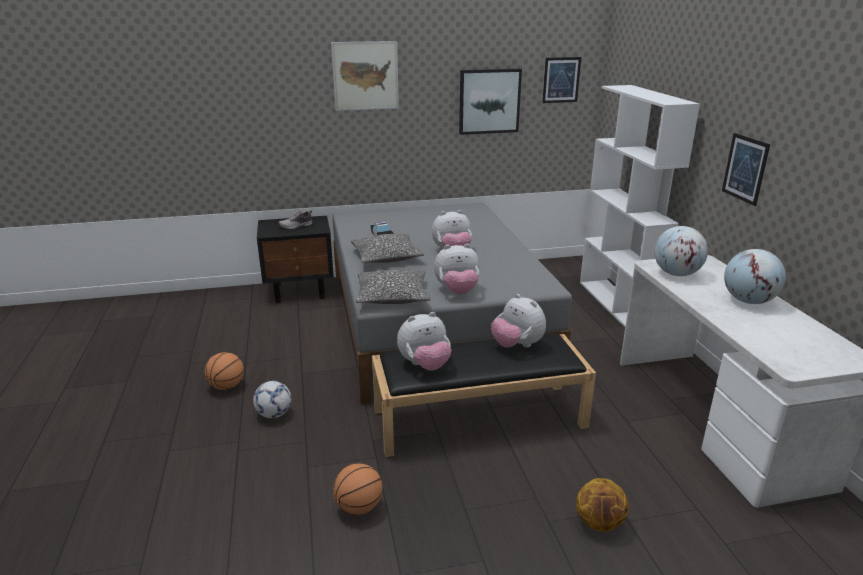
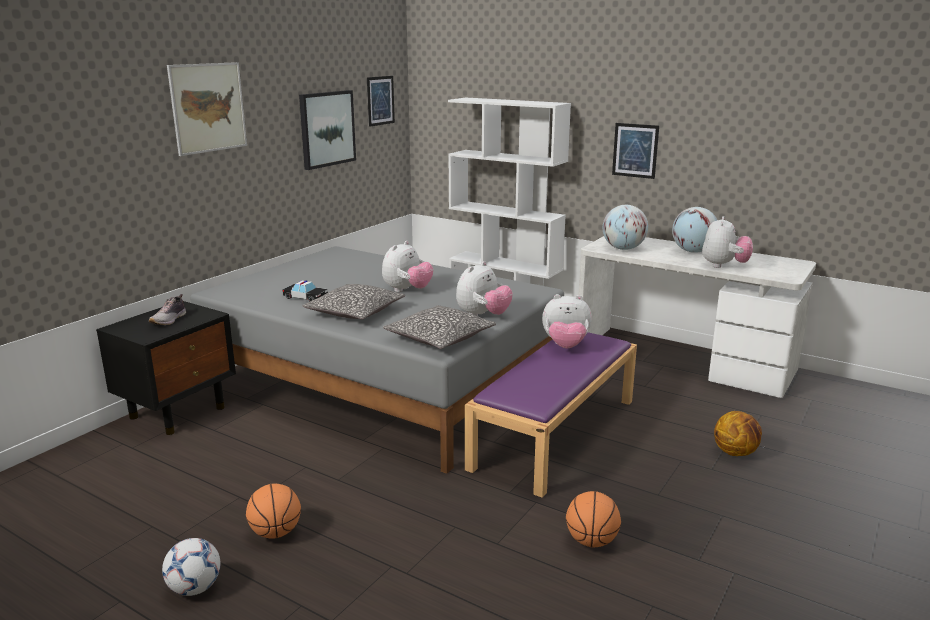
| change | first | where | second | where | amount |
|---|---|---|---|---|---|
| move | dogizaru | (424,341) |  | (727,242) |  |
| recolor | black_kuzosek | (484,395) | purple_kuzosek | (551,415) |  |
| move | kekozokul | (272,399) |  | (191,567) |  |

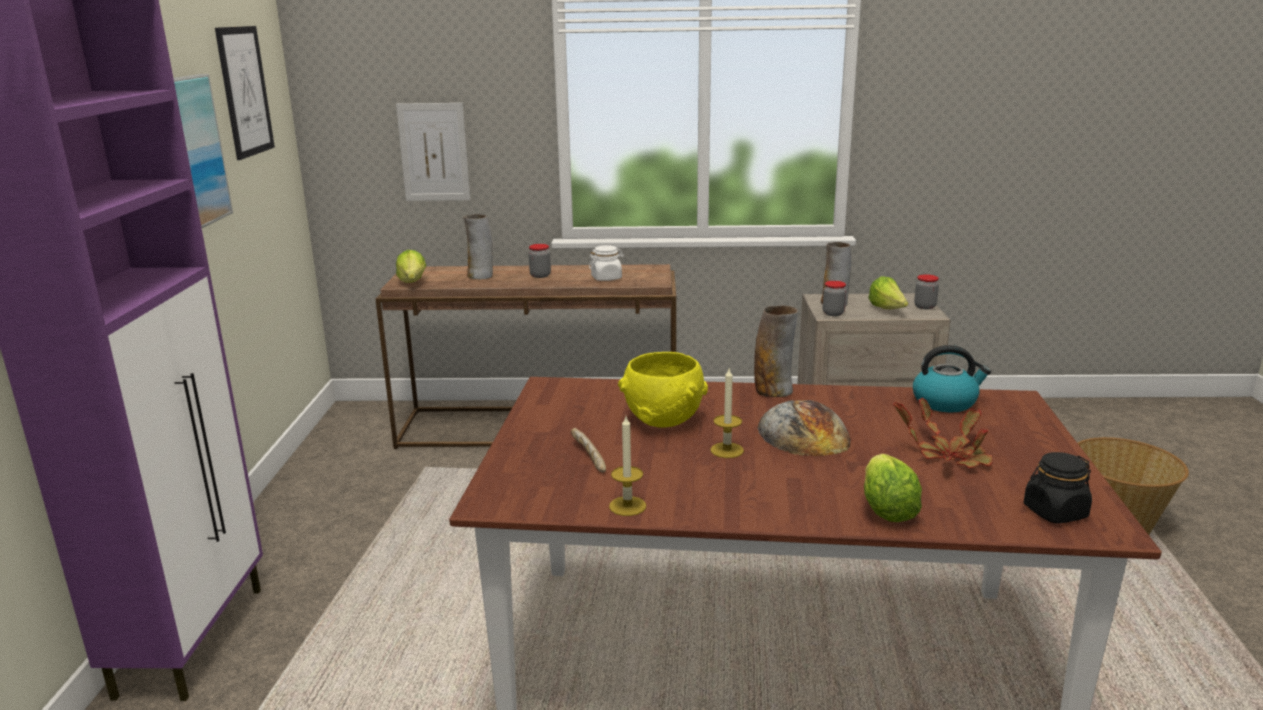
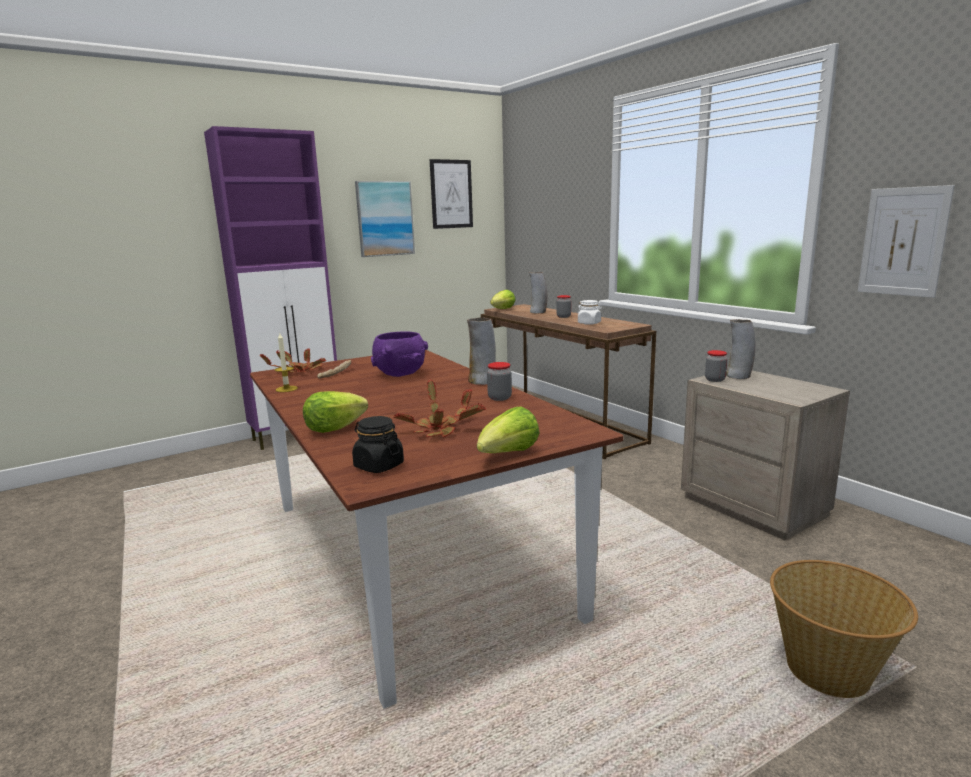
| change | first | where | second | where | amount |
|---|---|---|---|---|---|
| move | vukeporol | (433,152) |  | (906,241) |  |
| move | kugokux | (926,291) |  | (499,381) |  |
| move | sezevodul | (888,292) |  | (508,430) |  |
| delete | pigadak | (952,378) |  |  |  |
| recolor | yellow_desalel | (663,390) | purple_desalel | (399,354) |  |
| delete | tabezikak | (727,413) |  |  |  |
| delete | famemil | (804,428) |  |  |  |
| insert |  |  | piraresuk | (293,360) |  |

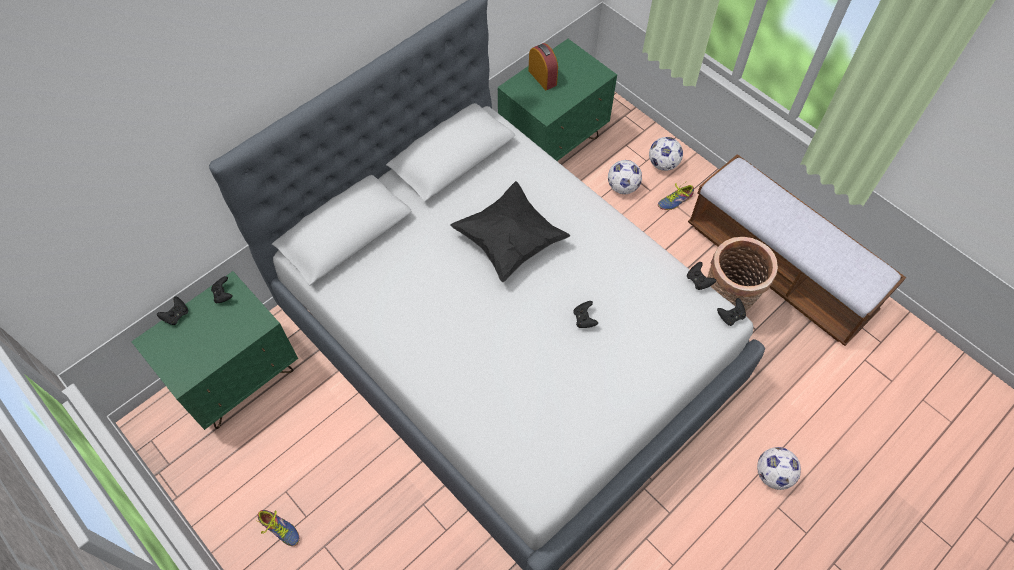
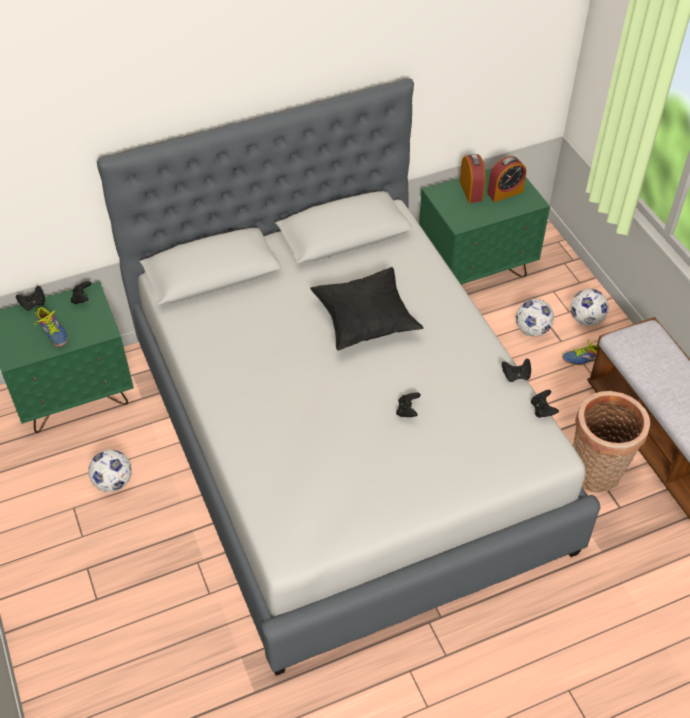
| change | first | where | second | where | amount |
|---|---|---|---|---|---|
| move | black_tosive | (731,312) |  | (516,370) |  |
| move | kekozokul | (779,468) |  | (110,471) |  |
| move | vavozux | (277,528) |  | (50,327) |  |
| insert |  |  | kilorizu | (506,179) |  |

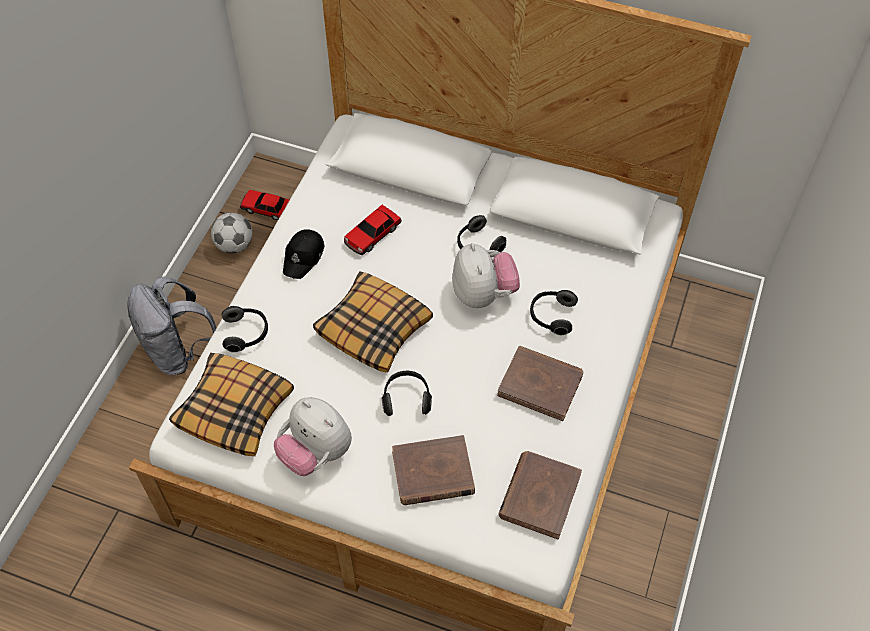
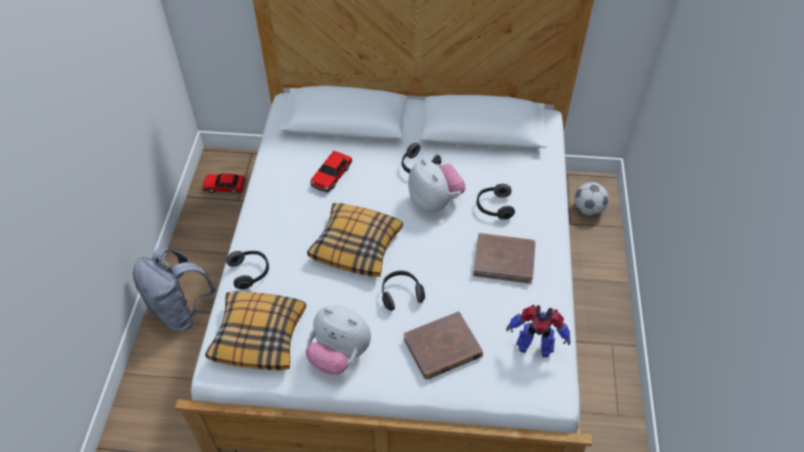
| change | first | where | second | where | amount |
|---|---|---|---|---|---|
| move | kekozokul | (232,233) |  | (591,199) |  |
| delete | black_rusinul | (303,254) |  |  |  |
| replace | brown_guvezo | (540,495) | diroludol | (538,331) |  |

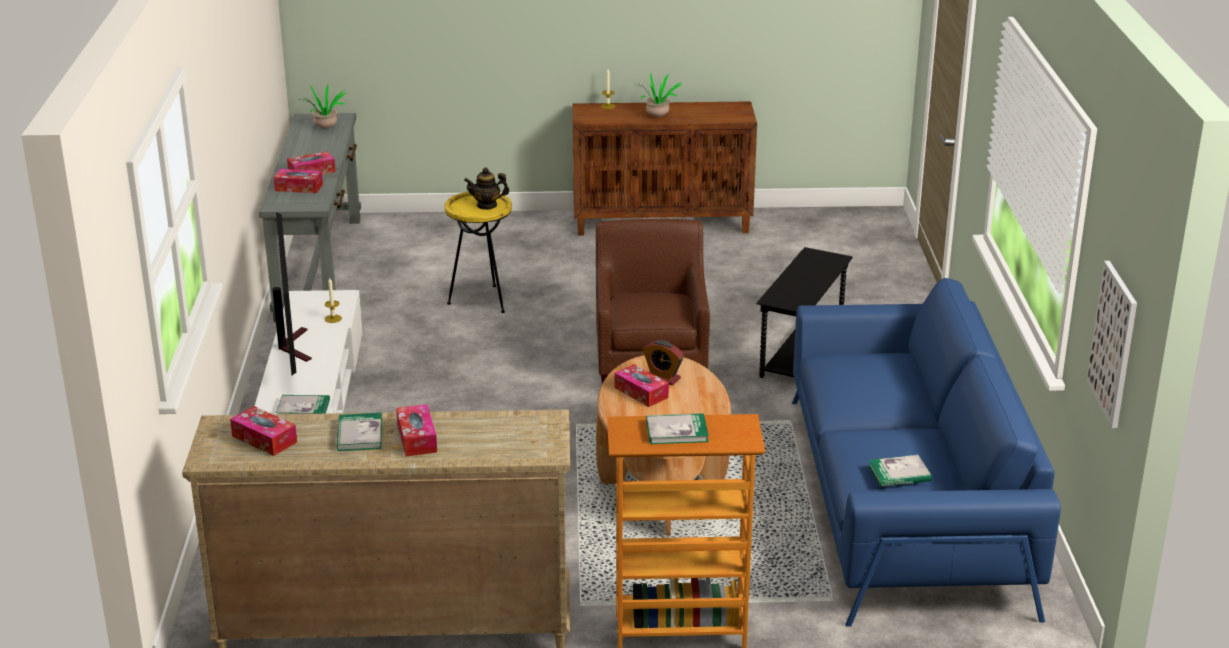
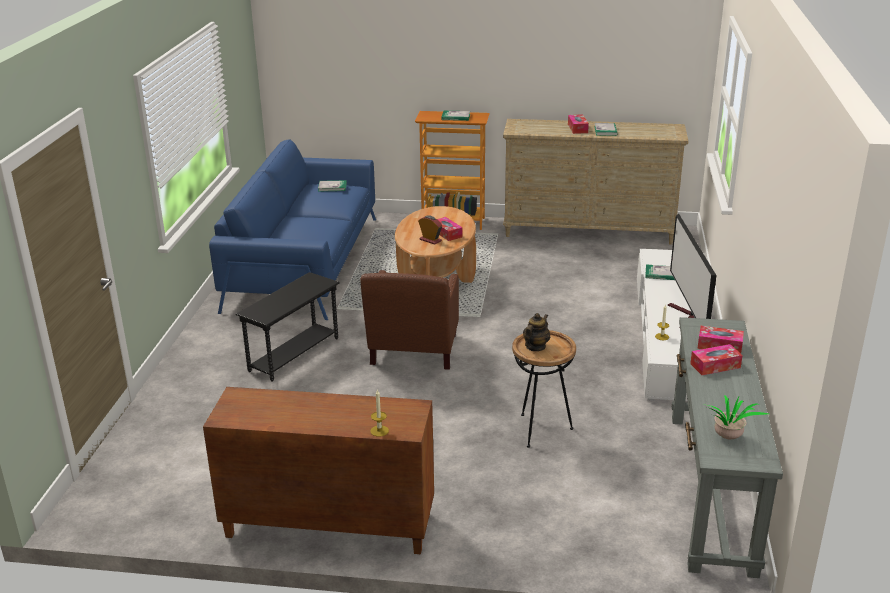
| change | first | where | second | where | amount |
|---|---|---|---|---|---|
| delete | piraresuk | (659,94) |  |  |  |
| rotate | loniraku | (486,189) |  | (536,332) | 60 degrees counterclockwise |
| recolor | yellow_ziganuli | (478,252) | brown_ziganuli | (544,389) |  |
| delete | vukeporol | (1111,344) |  |  |  |
| delete | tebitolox | (263,431) |  |  |  |

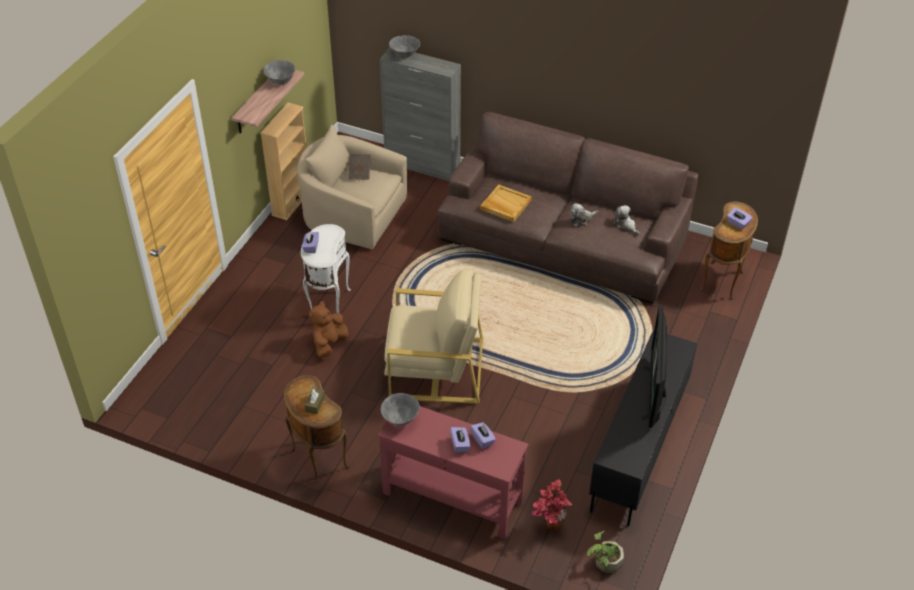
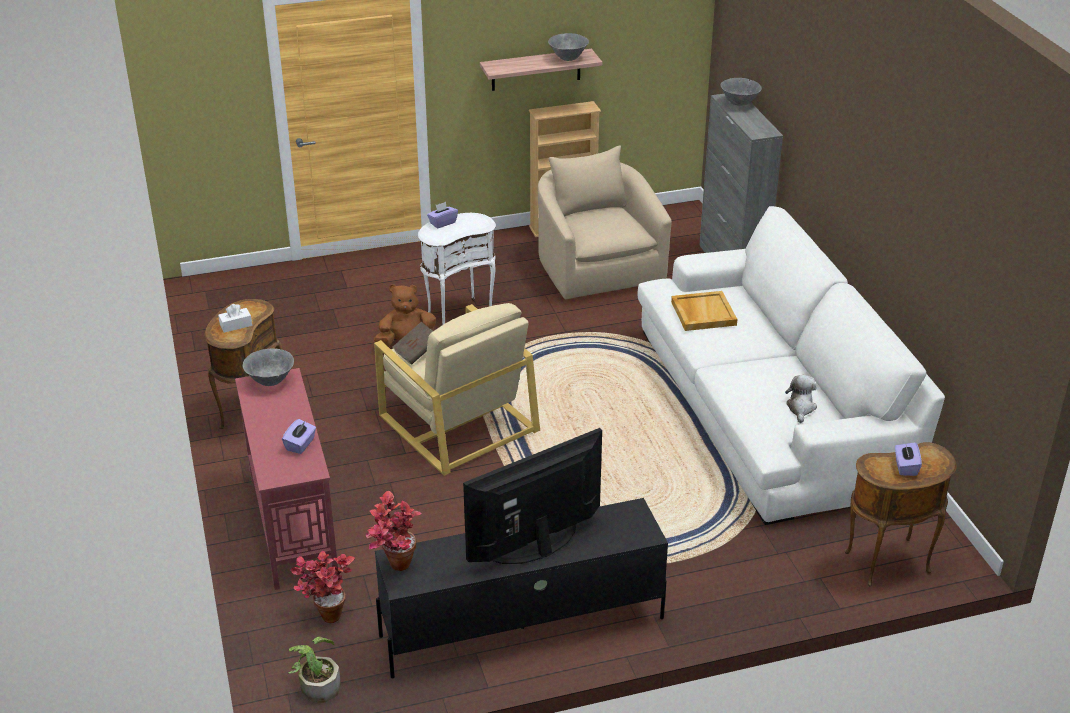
| change | first | where | second | where | amount |
|---|---|---|---|---|---|
| recolor | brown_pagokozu | (568,208) | white_pagokozu | (791,365) |  |
| move | brown_guvezo | (359,167) |  | (413,343) |  |
| delete | dogizaru | (584,215) |  |  |  |
| recolor | brown_tebitolox | (315,401) | white_tebitolox | (235,318) |  |
| delete | purple_tebitolox | (460,440) |  |  |  |
| insert |  |  | piraresuk | (394,531) |  |

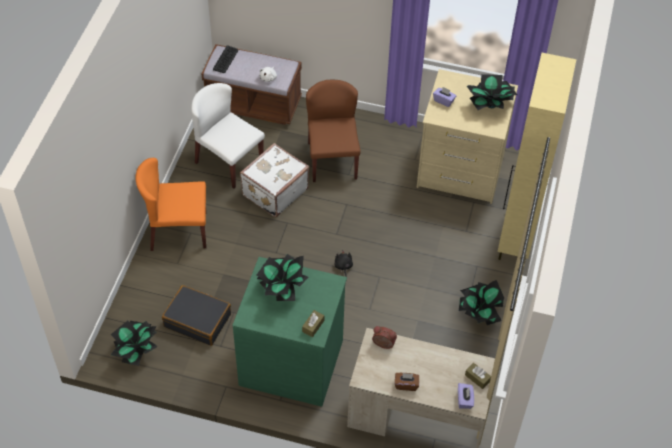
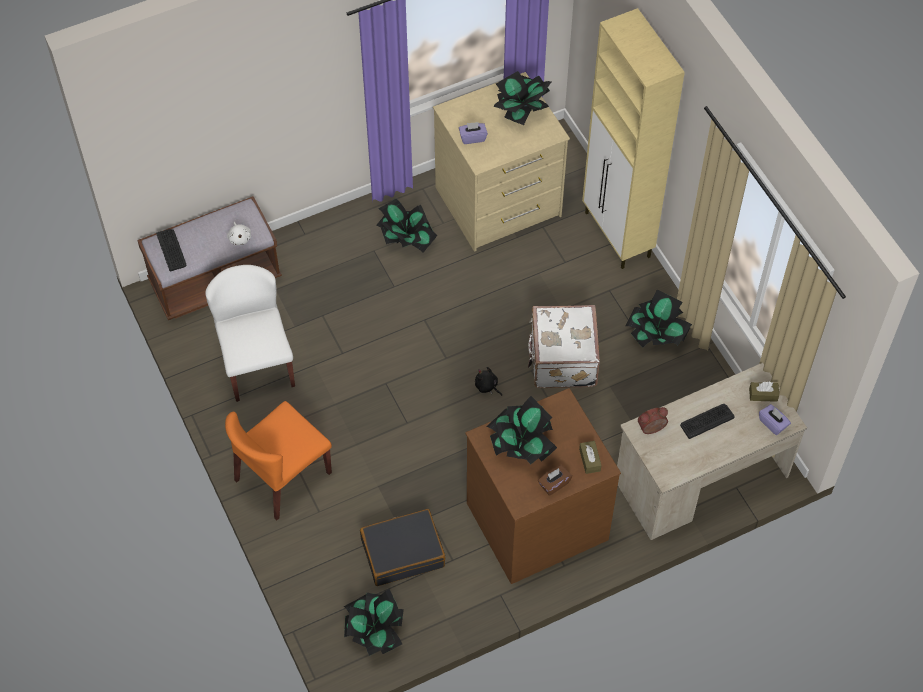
| change | first | where | second | where | amount |
|---|---|---|---|---|---|
| delete | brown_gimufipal | (333,131) |  |  |  |
| rotate | white_gimufipal | (228,136) |  | (250,333) | 75 degrees clockwise |
| move | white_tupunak | (274,180) |  | (564,346) |  |
| recolor | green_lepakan | (289,331) | brown_lepakan | (543,486) |  |
| move | brown_tebitolox | (406,382) |  | (555,480) |  |
| insert |  |  | piraresuk | (407,226) |  |
| insert |  |  | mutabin | (707,421) |  |

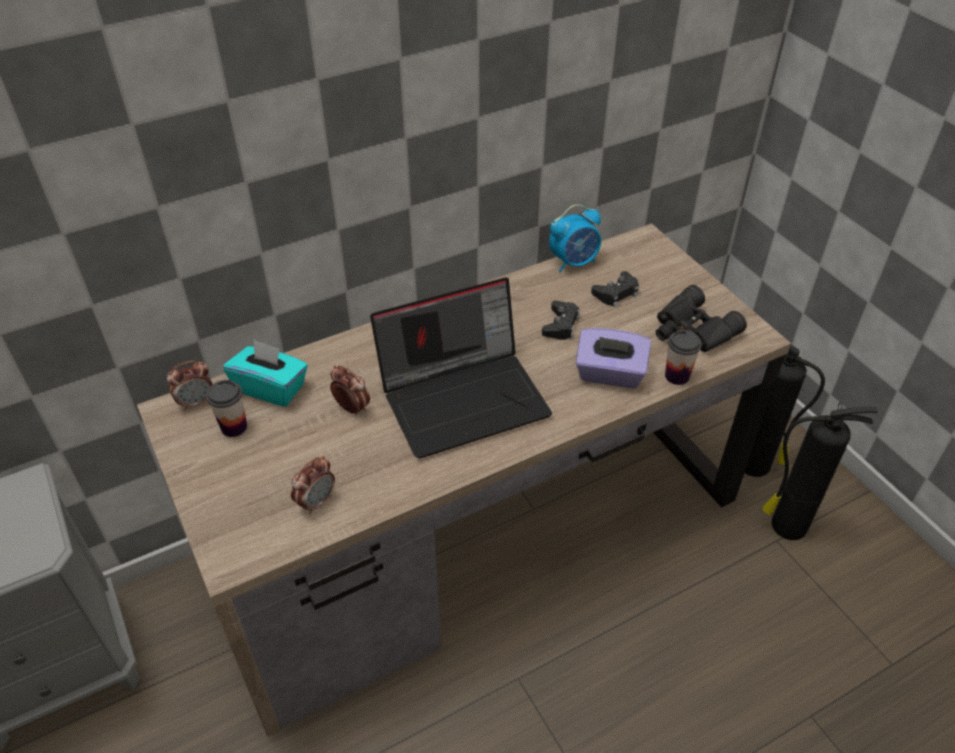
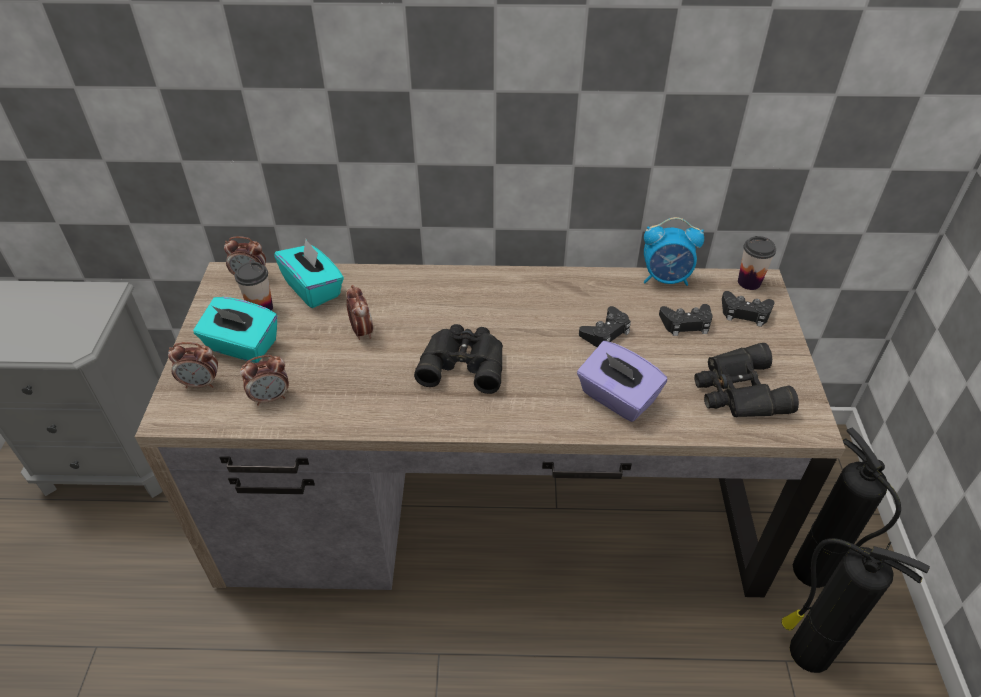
| change | first | where | second | where | amount |
|---|---|---|---|---|---|
| replace | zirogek | (461,368) | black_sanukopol | (458,359) |  |
| move | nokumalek | (683,357) |  | (757,263) |  |
| insert |  |  | black_tosive | (748,309) |  |
| insert |  |  | turquoise_tebitolox | (235,330) |  |
| insert |  |  | kilorizu | (193,365) |  |

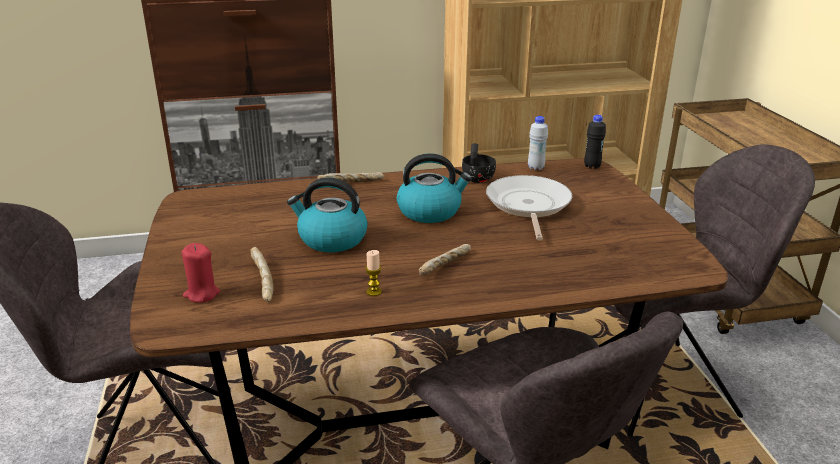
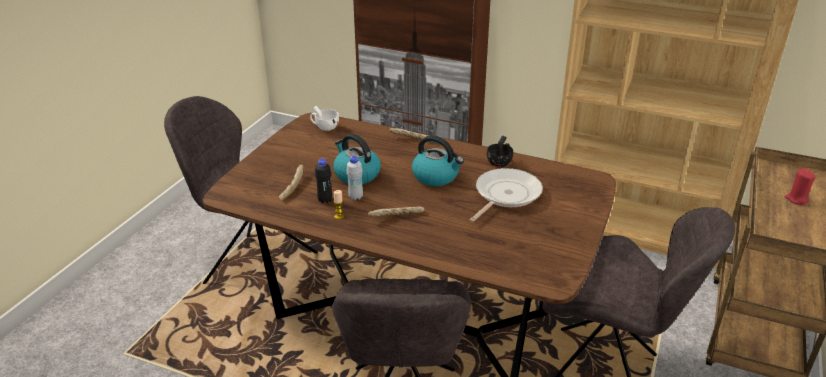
| change | first | where | second | where | amount |
|---|---|---|---|---|---|
| move | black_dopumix | (595,142) |  | (323,181) |  |
| move | white_dopumix | (538,143) |  | (354,178) |  |
| move | red_tabezikak | (201,273) |  | (800,186) |  |
| insert |  |  | white_nokumalek | (324,118) |  |

